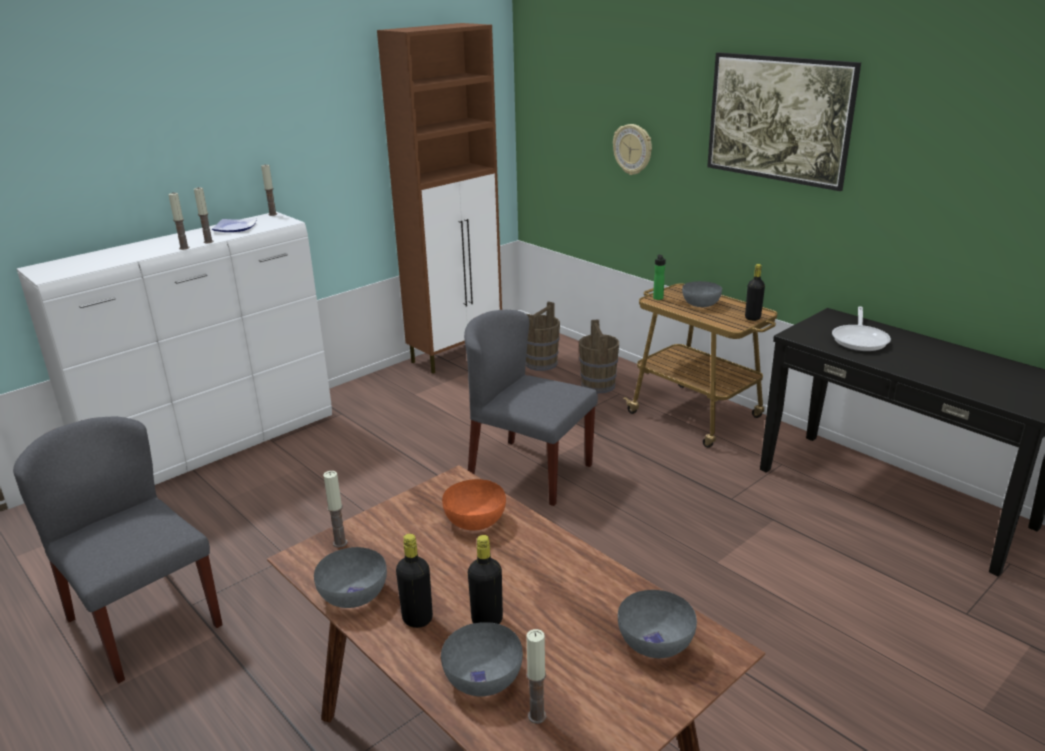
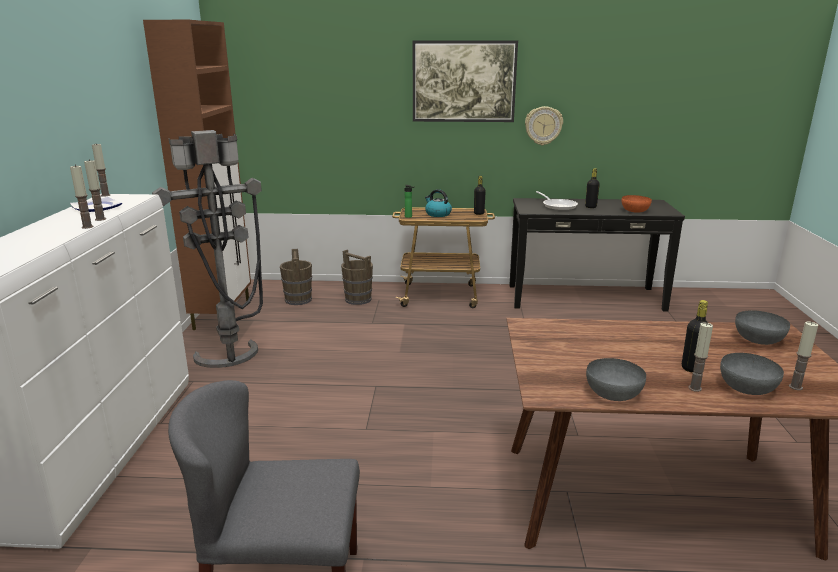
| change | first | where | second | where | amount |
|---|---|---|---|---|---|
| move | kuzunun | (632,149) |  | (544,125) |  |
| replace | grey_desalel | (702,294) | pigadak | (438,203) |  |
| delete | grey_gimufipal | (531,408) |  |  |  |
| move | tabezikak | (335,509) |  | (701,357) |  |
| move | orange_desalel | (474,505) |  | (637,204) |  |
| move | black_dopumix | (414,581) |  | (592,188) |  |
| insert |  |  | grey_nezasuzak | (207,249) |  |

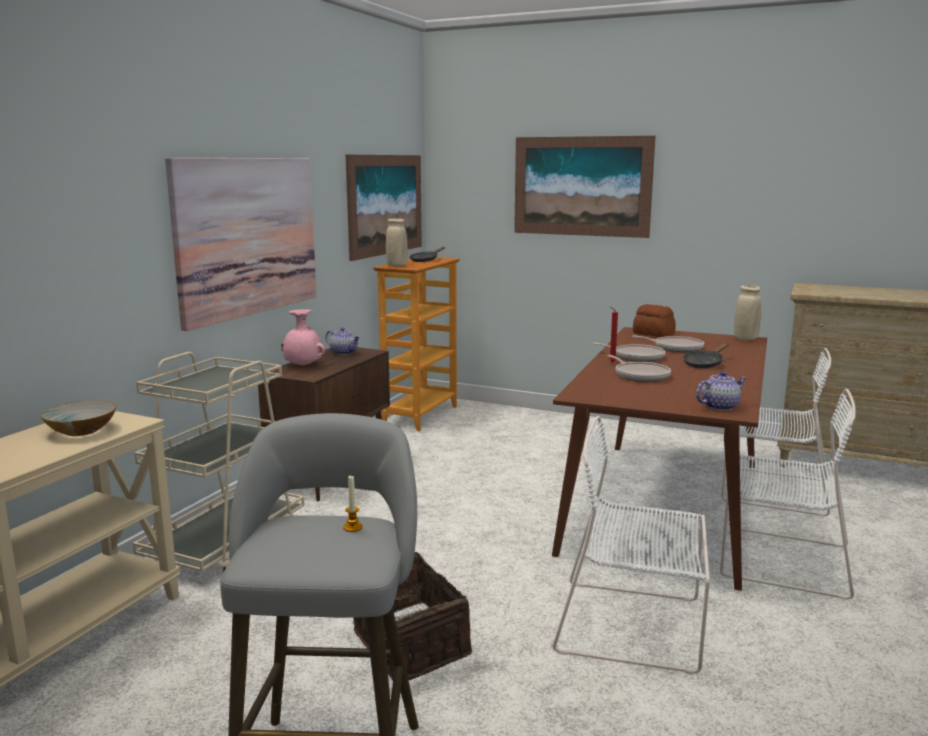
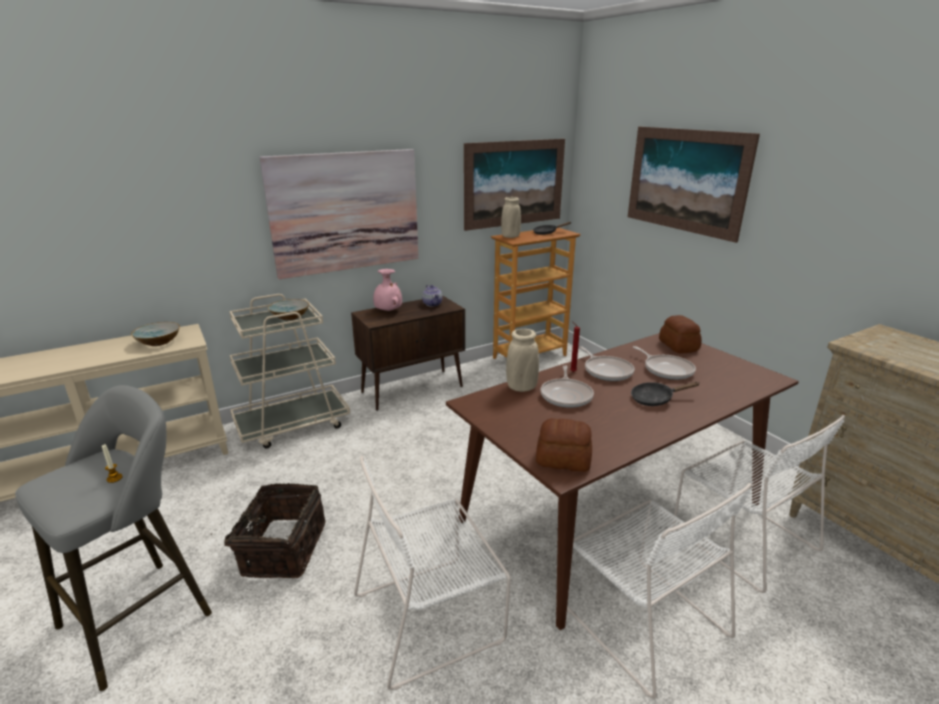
| change | first | where | second | where | amount |
|---|---|---|---|---|---|
| move | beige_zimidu | (747,312) |  | (522,360) |  |
| replace | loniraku | (721,391) | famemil | (564,445) |  |
| rotate | white_gimufipal | (631,545) |  | (432,573) | 75 degrees counterclockwise |
| insert |  |  | desalel | (288,309) |  |

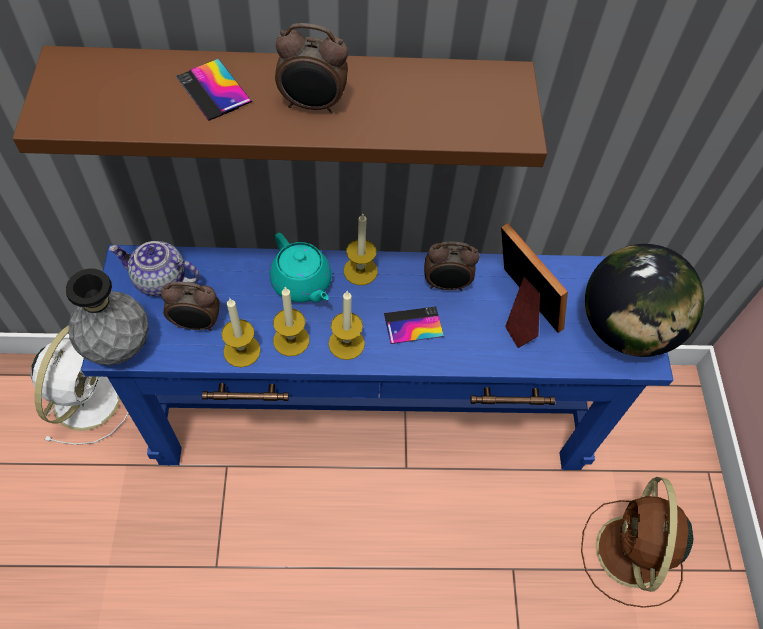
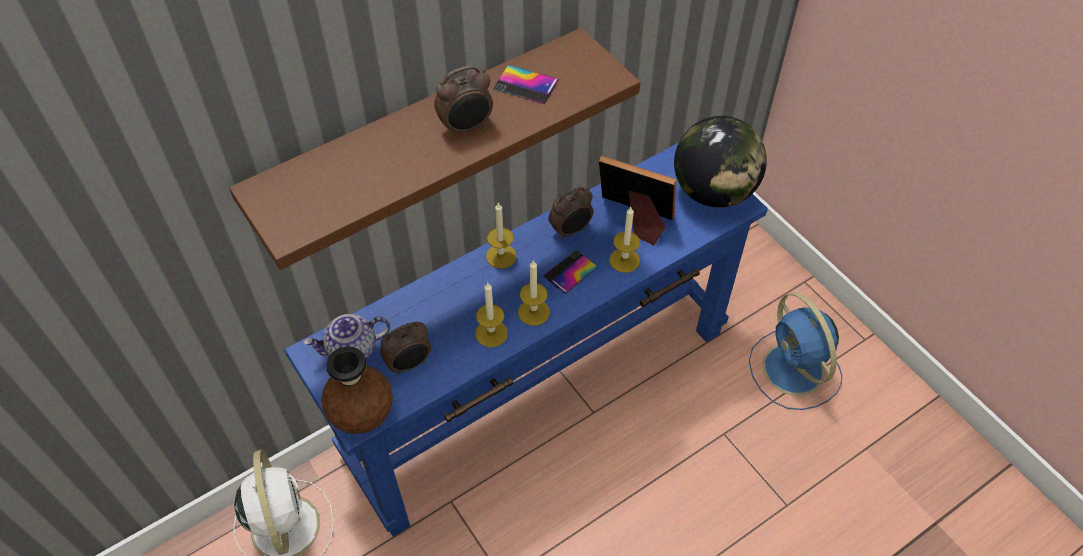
| change | first | where | second | where | amount |
|---|---|---|---|---|---|
| move | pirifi | (214,90) |  | (526,84) |  |
| delete | turquoise_loniraku | (301,268) |  |  |  |
| recolor | grey_zimidu | (107,316) | brown_zimidu | (357,390) |  |
| move | tabezikak | (241,332) |  | (624,240) |  |
| recolor | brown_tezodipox | (637,542) | blue_tezodipox | (796,351) |  |

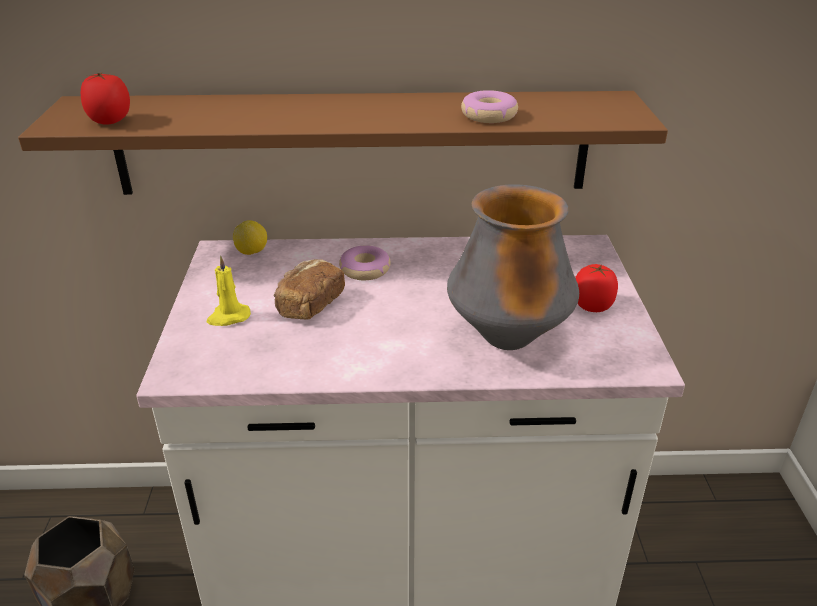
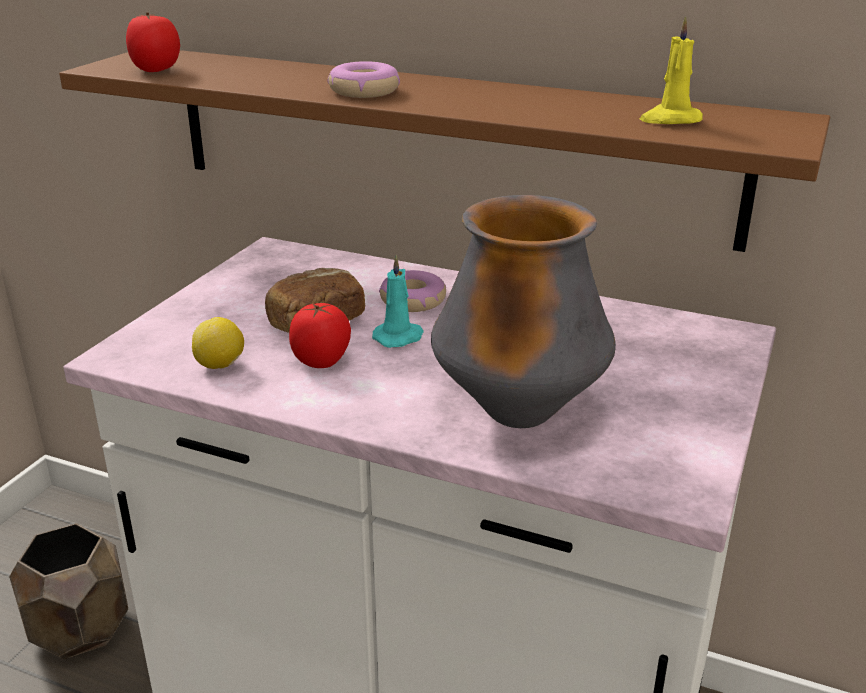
| change | first | where | second | where | amount |
|---|---|---|---|---|---|
| move | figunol | (489,106) |  | (363,79) |  |
| move | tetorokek | (250,237) |  | (218,343) |  |
| move | yellow_tabezikak | (229,290) |  | (671,70) |  |
| move | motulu | (596,288) |  | (320,335) |  |
| insert |  |  | turquoise_tabezikak | (398,301) |  |

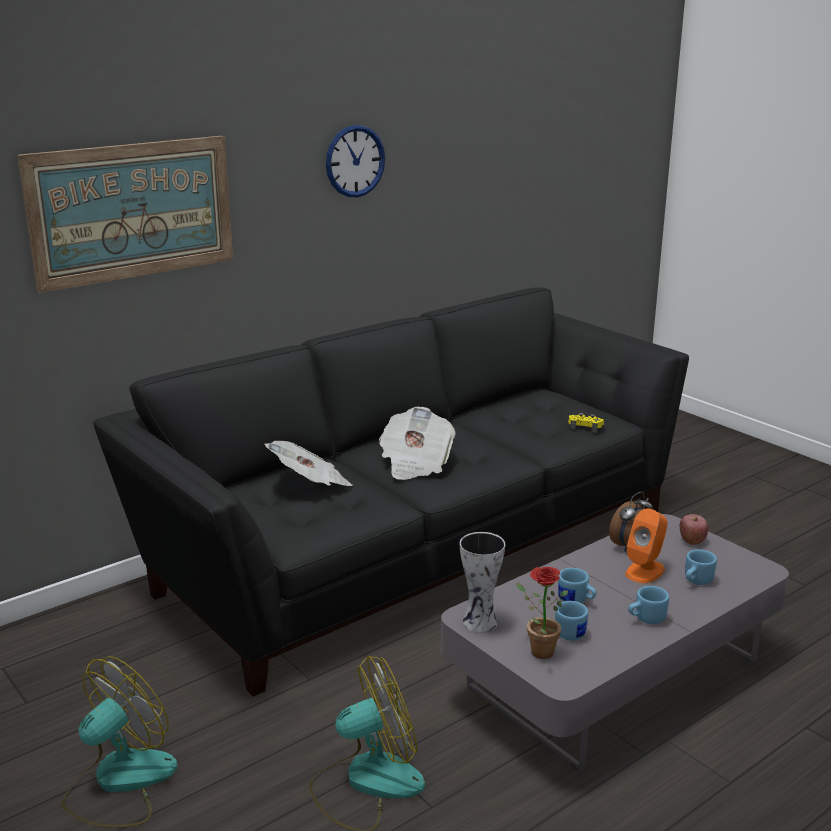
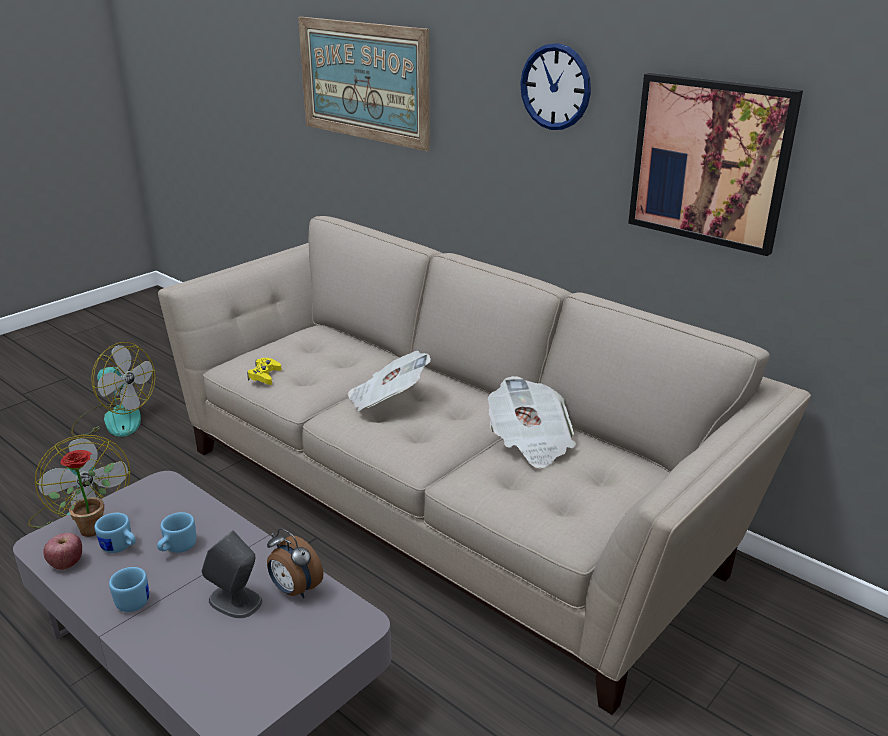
| change | first | where | second | where | amount |
|---|---|---|---|---|---|
| recolor | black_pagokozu | (391,492) | beige_pagokozu | (484,465) |  |
| move | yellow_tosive | (586,422) |  | (264,371) |  |
| move | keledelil | (308,463) |  | (532,422) |  |
| recolor | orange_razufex | (646,545) | grey_razufex | (232,574) |  |
| move | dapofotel | (694,529) |  | (62,551) |  |
| delete | zimidu | (482,582) |  |  |  |
| delete | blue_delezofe | (701,567) |  |  |  |
| insert |  |  | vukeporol | (715,164) |  |

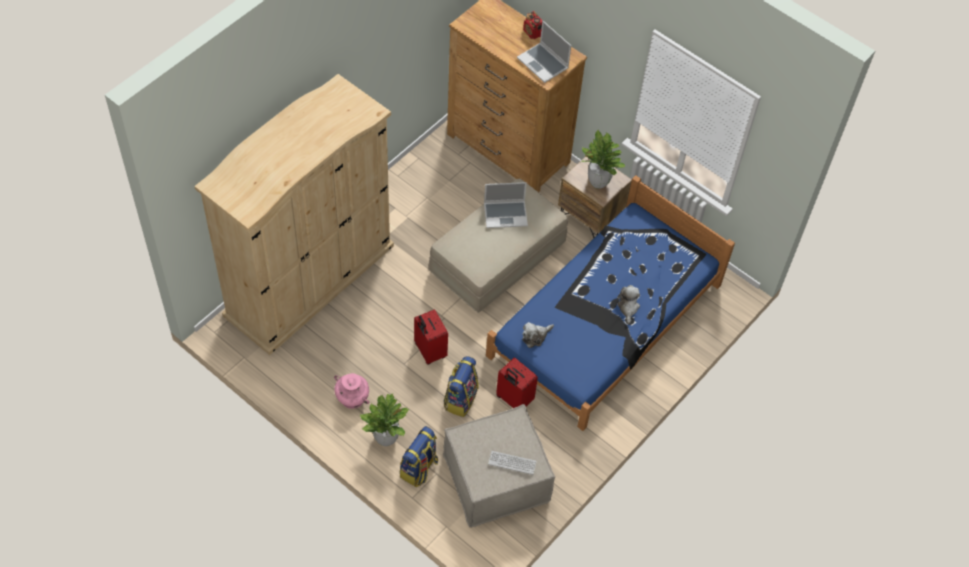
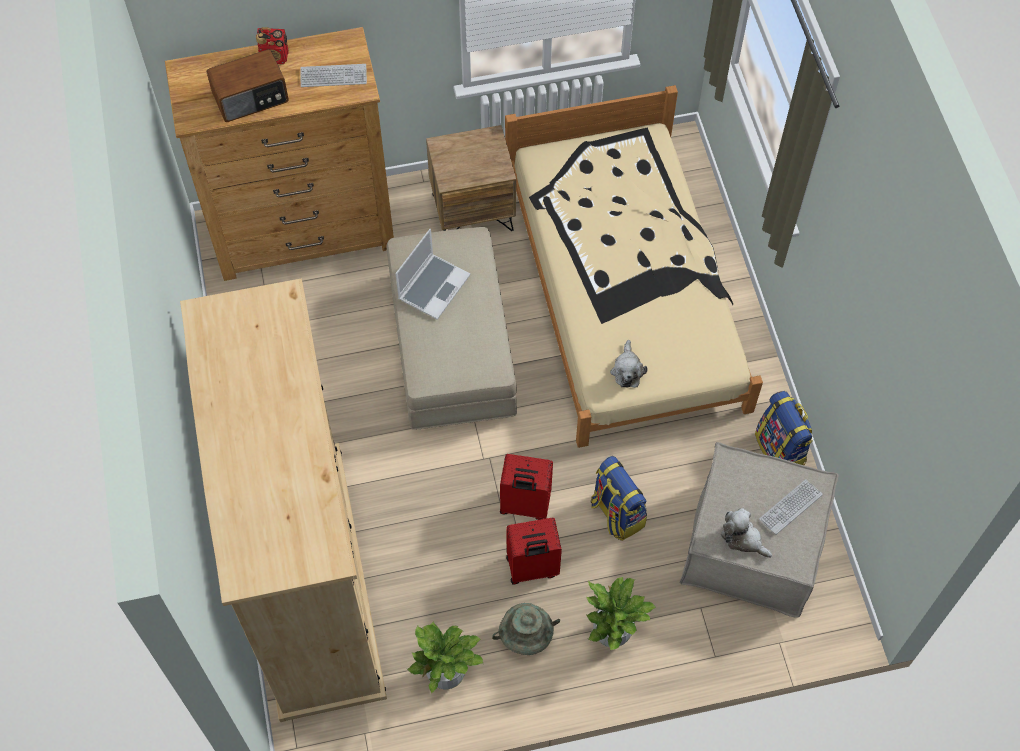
| change | first | where | second | where | amount |
|---|---|---|---|---|---|
| replace | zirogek | (544,52) | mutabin | (333,75) |  |
| move | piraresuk | (603,159) |  | (445,658) |  |
| recolor | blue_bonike | (610,303) | beige_bonike | (634,266) |  |
| move | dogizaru | (628,304) |  | (746,533) |  |
| move | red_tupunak | (517,383) |  | (534,551) |  |
| recolor | pink_zimidu | (351,391) | turquoise_zimidu | (526,629) |  |
| move | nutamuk | (419,456) |  | (784,428) |  |
| insert |  |  | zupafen | (248,85) |  |

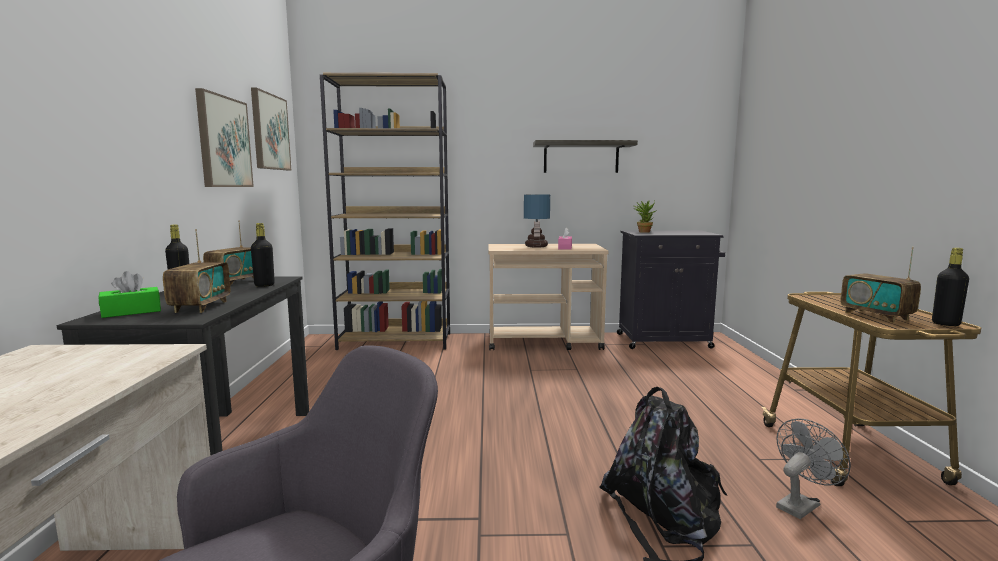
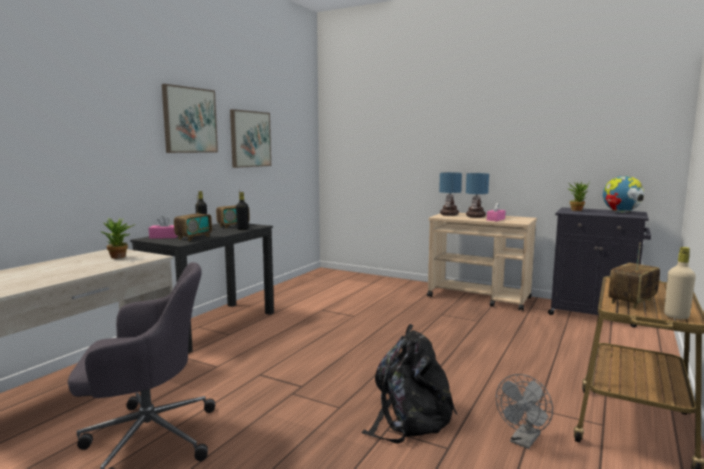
| change | first | where | second | where | amount |
|---|---|---|---|---|---|
| delete | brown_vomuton | (385,211) |  |  |  |
| move | vukeporol | (271,129) |  | (190,118) |  |
| delete | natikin | (585,156) |  |  |  |
| rotate | zupafen | (880,285) |  | (634,276) | 45 degrees clockwise |
| recolor | black_dopumix | (950,287) | beige_dopumix | (680,283) |  |
| recolor | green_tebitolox | (130,294) | pink_tebitolox | (163,227) |  |
| rotate | grey_tezodipox | (813,468) |  | (524,411) | 135 degrees clockwise |
| insert |  |  | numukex | (450,194) |  |
| insert |  |  | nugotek | (623,194) |  |
| insert |  |  | piraresuk | (118,238) |  |

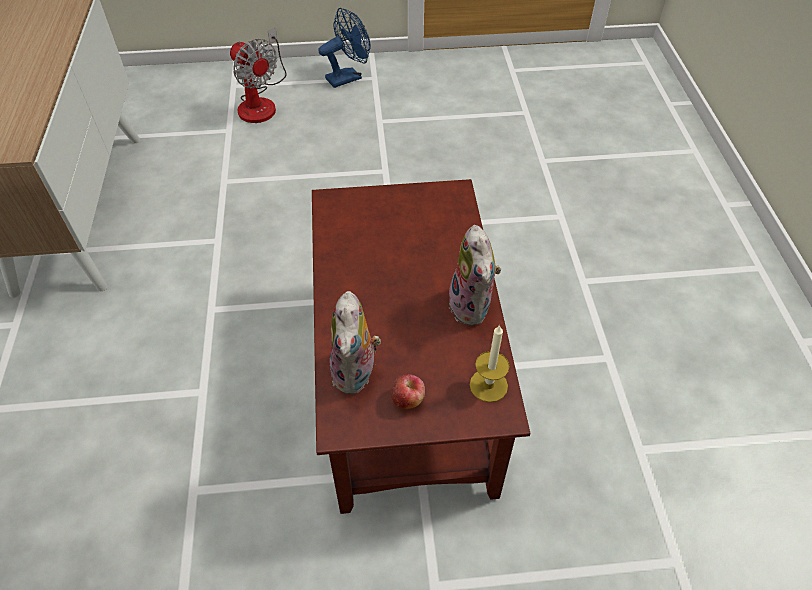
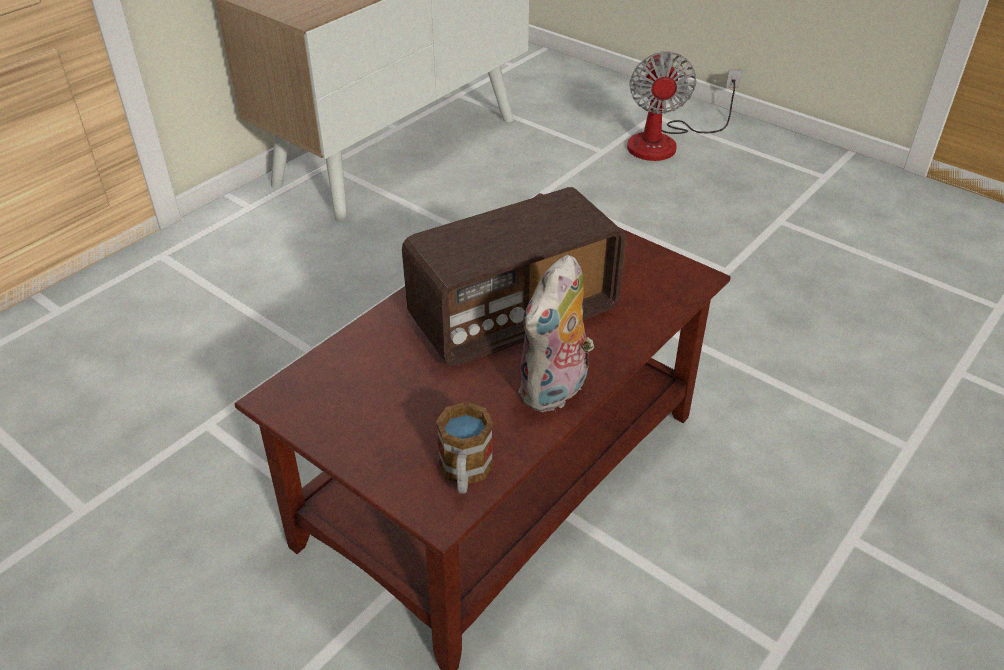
| change | first | where | second | where | amount |
|---|---|---|---|---|---|
| delete | blue_tezodipox | (344,48) |  |  |  |
| delete | dogizaru | (355,342) |  |  |  |
| replace | tabezikak | (489,363) | delezofe | (465,448) |  |
| delete | dapofotel | (408,391) |  |  |  |
| insert |  |  | zupafen | (514,277) |  |

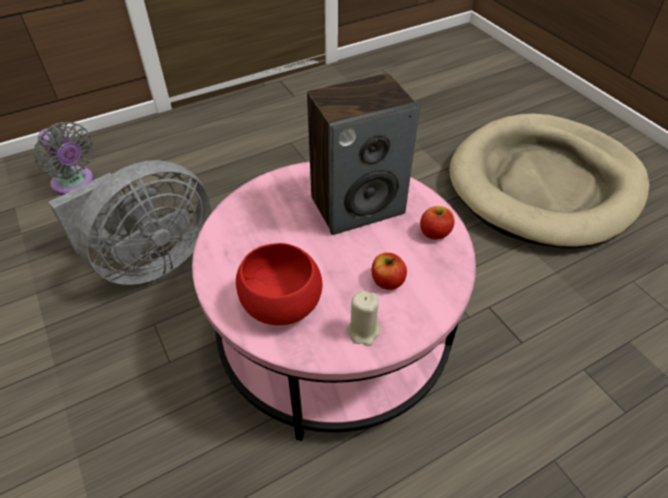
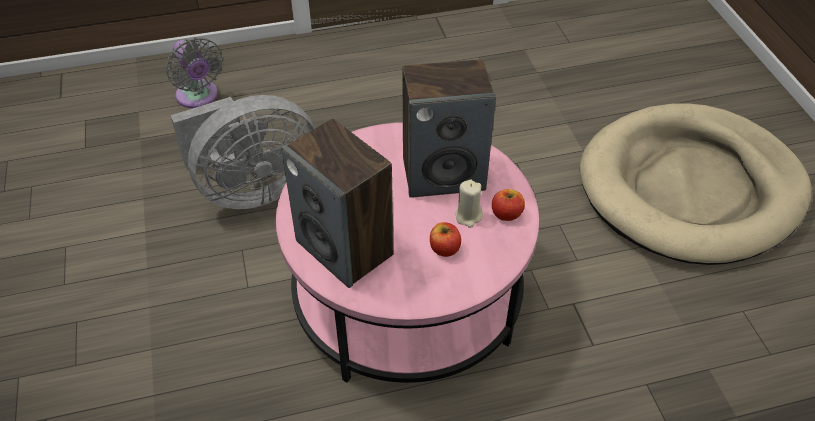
| change | first | where | second | where | amount |
|---|---|---|---|---|---|
| replace | red_desalel | (279,284) | razufex | (337,203) |  |
| move | beige_tabezikak | (363,318) |  | (469,204) |  |

